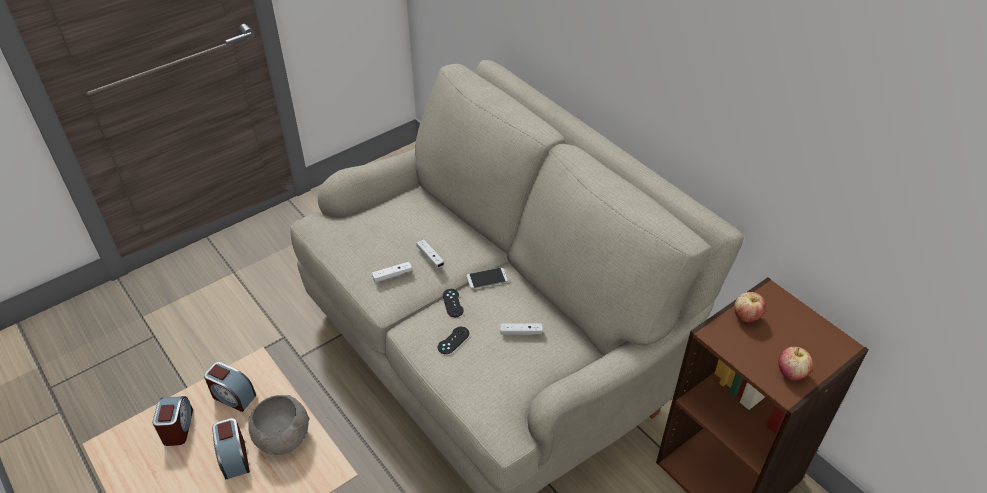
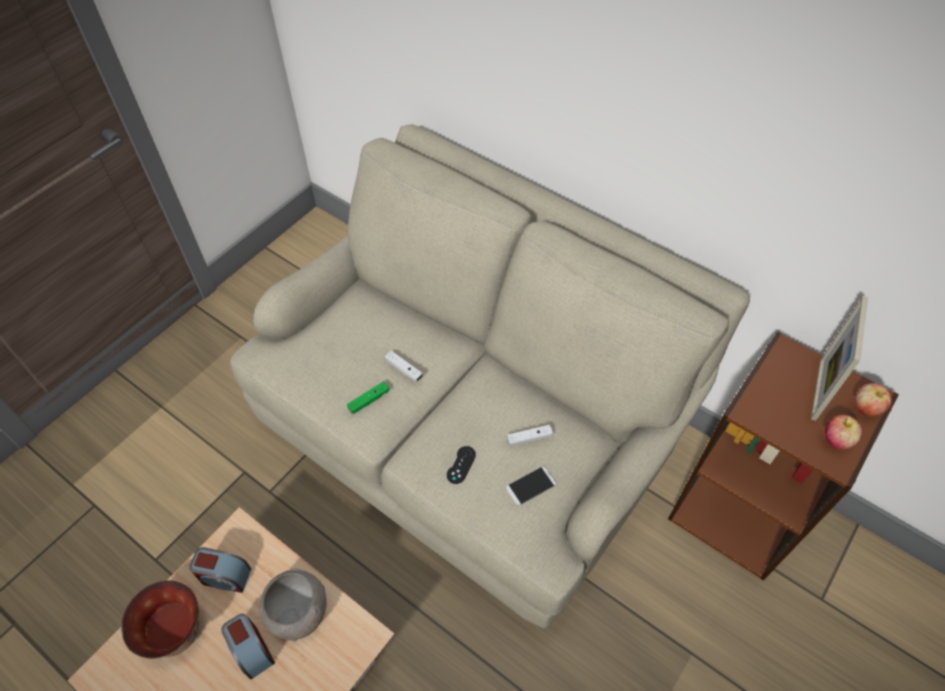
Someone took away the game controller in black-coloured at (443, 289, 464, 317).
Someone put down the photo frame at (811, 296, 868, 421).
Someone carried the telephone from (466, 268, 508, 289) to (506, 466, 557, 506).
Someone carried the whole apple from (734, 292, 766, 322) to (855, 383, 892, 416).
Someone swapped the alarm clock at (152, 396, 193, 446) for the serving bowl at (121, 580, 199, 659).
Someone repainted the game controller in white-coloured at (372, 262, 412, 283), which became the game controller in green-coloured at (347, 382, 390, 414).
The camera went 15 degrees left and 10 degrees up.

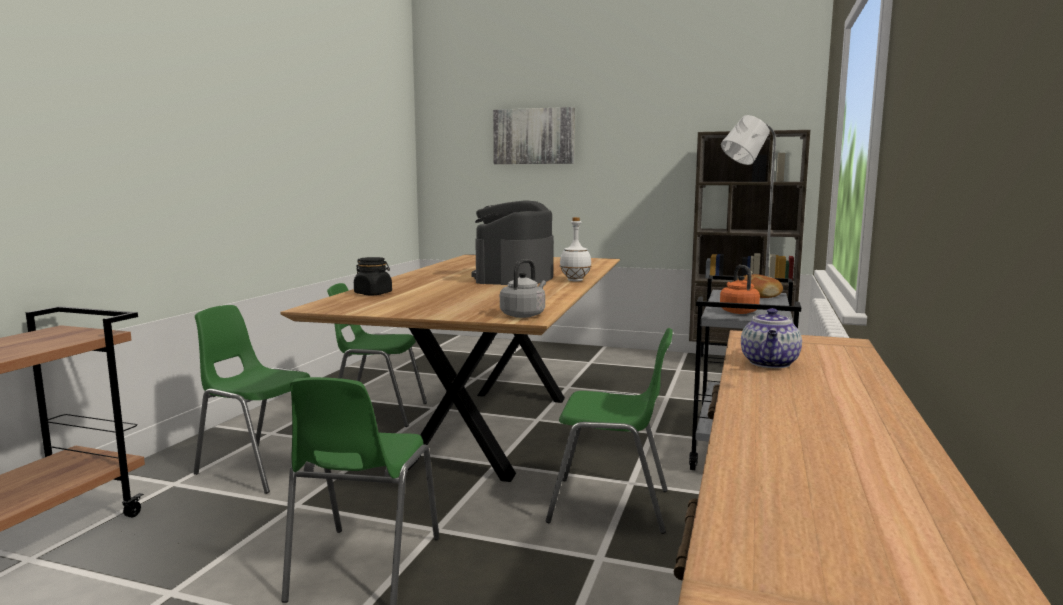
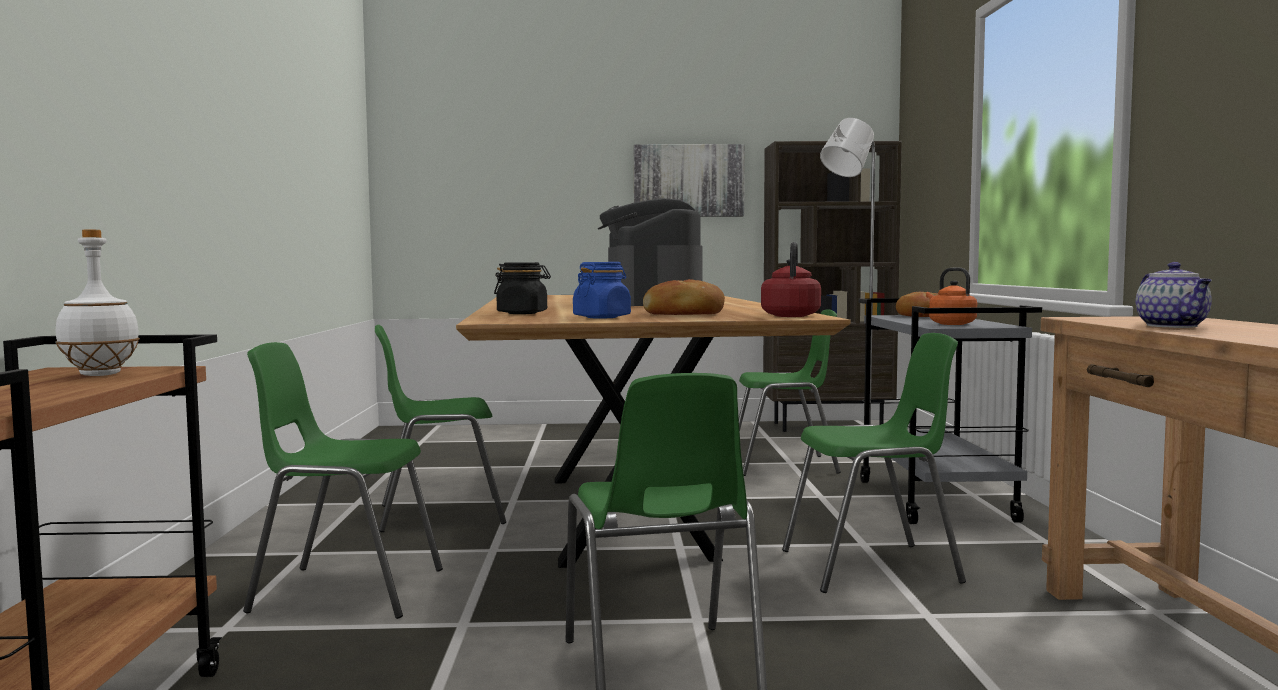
Someone put down the jar in blue at (573, 262, 631, 318).
Someone put down the bakery bread at (643, 279, 725, 315).
Someone put down the upright chair in green-coloured at (739, 309, 841, 476).
Someone carried the picture from (493, 107, 575, 164) to (634, 144, 745, 217).
Someone carried the drink bottle in white-coloured from (560, 217, 591, 282) to (55, 229, 140, 376).
Someone repainted the tea kettle in gray at (500, 259, 546, 318), which became the tea kettle in red-coloured at (761, 242, 821, 317).
The camera went 20 degrees left and 5 degrees down.

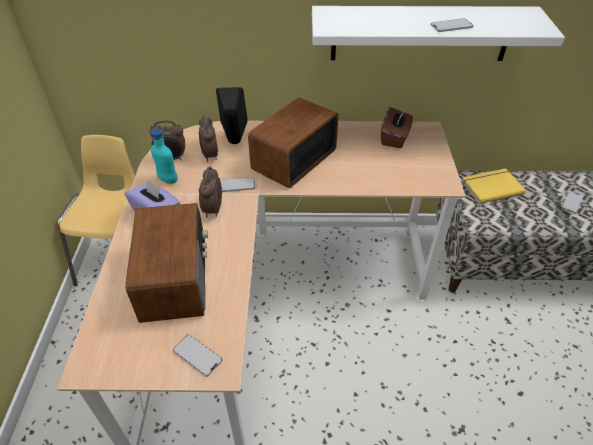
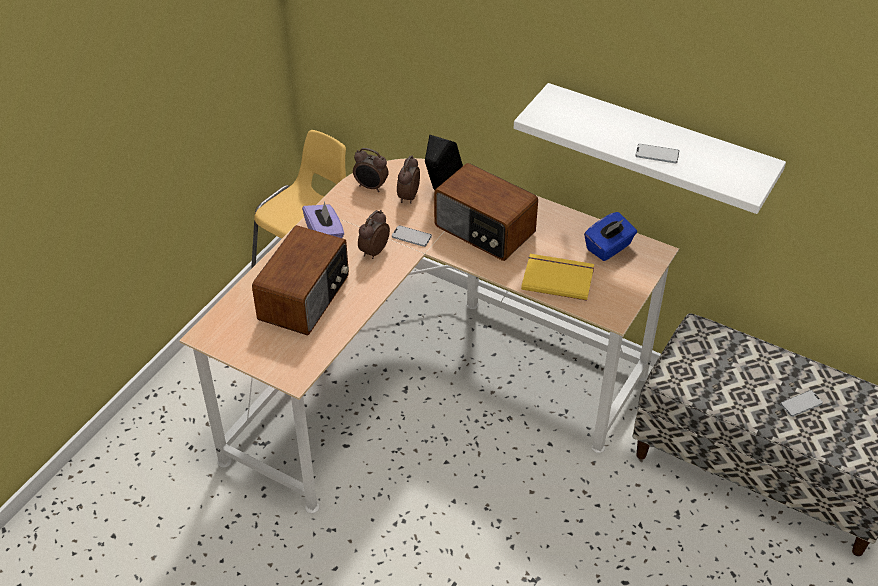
Someone took away the drink bottle in turquoise at (151, 129, 178, 184).
Someone took away the telephone at (173, 334, 222, 377).
Someone carried the book in yellow-coloured from (461, 168, 526, 204) to (521, 254, 594, 301).
Someone repainted the tissue box in brown-coloured at (381, 107, 413, 148), which became the tissue box in blue at (584, 212, 637, 261).
Someone rotated the radio at (248, 98, 339, 188) by 120 degrees counterclockwise.
The camera went 30 degrees right and 0 degrees up.

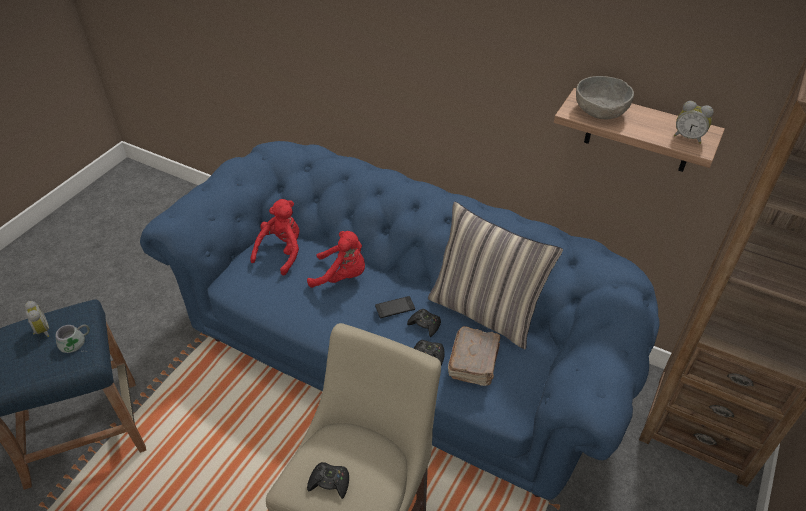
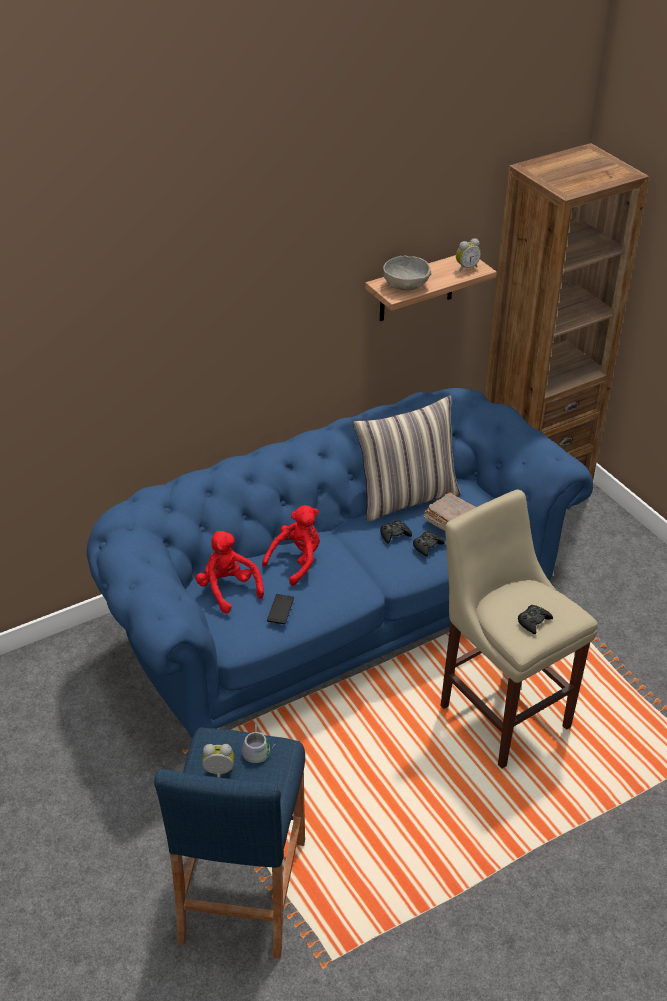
Someone carried the telephone from (375, 296, 415, 318) to (267, 594, 294, 624).
The camera went 60 degrees left and 5 degrees down.

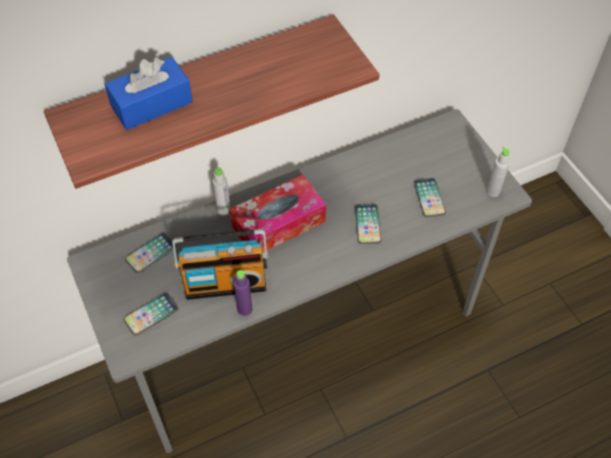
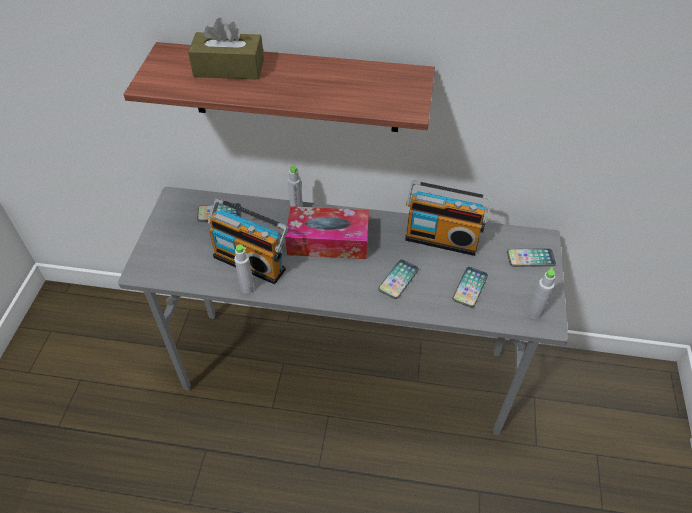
Someone put down the radio at (405, 181, 493, 256).
Someone carried the telephone from (124, 293, 178, 335) to (507, 248, 556, 267).
Someone repainted the tissue box in blue at (105, 57, 193, 130), which became the tissue box in brown-coloured at (188, 18, 264, 80).
Someone repainted the drink bottle in purplish at (234, 270, 252, 316), which became the drink bottle in gray at (234, 244, 254, 294).
The camera went 35 degrees right and 5 degrees down.

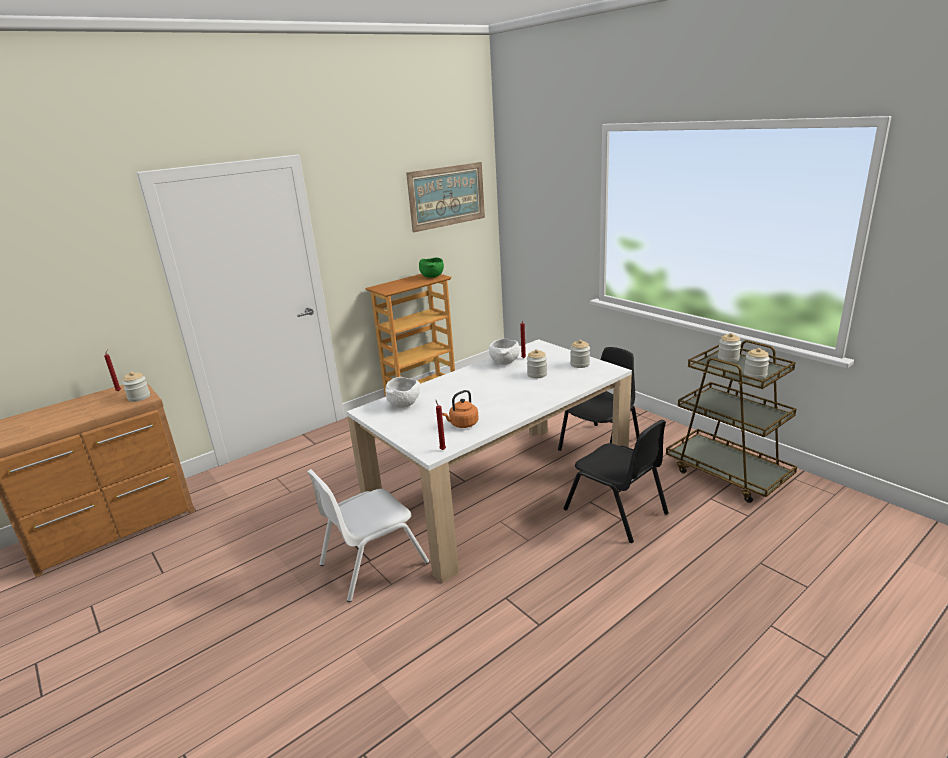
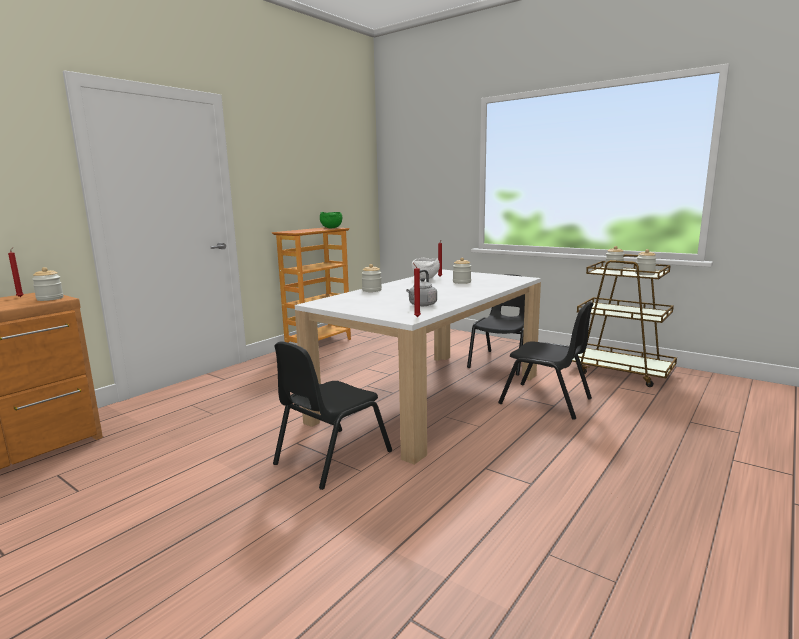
Someone took away the serving bowl in white-coloured at (385, 377, 420, 408).
Someone took away the picture at (406, 162, 485, 232).
Someone carried the jar from (570, 340, 590, 368) to (361, 264, 382, 292).
Someone repainted the upright chair in white-coloured at (307, 469, 429, 602), which became the upright chair in black-coloured at (273, 341, 392, 490).
Someone repainted the tea kettle in orangey at (442, 390, 479, 428), which became the tea kettle in gray at (406, 270, 437, 306).
The camera went 15 degrees left and 10 degrees down.

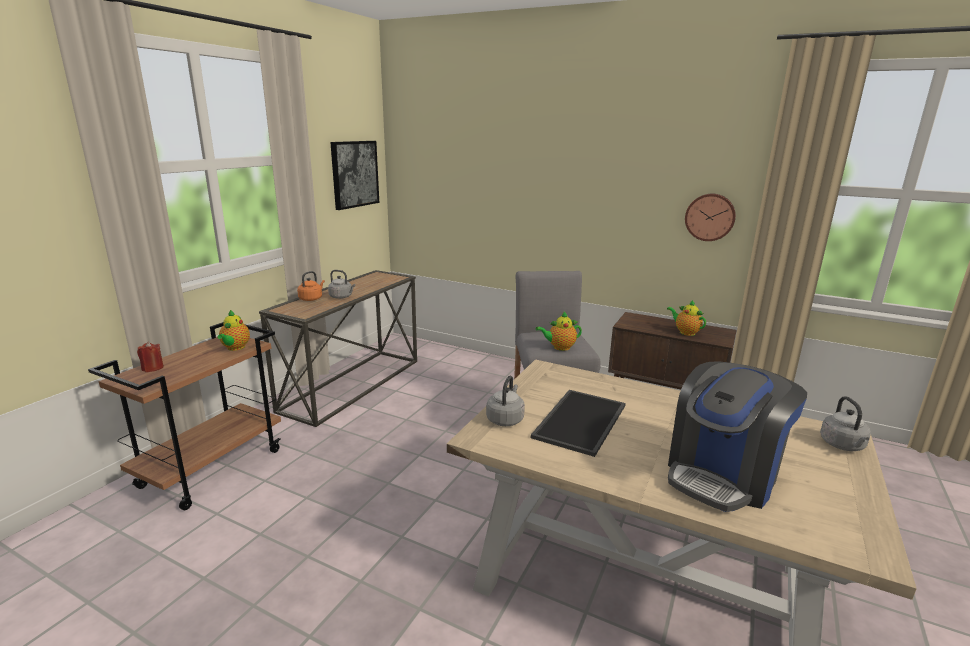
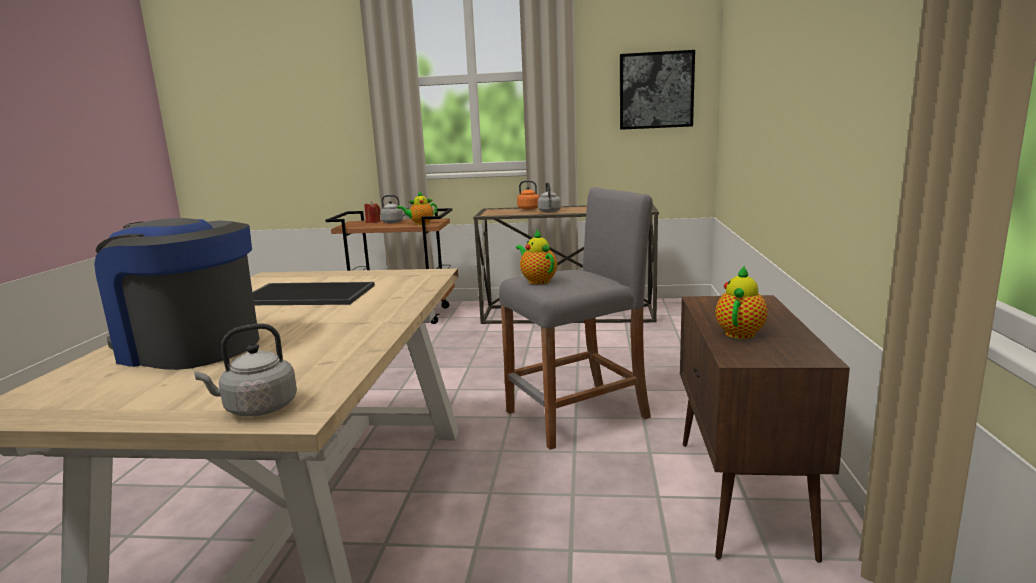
Someone took away the wall clock at (685, 194, 736, 241).
Someone carried the tea kettle in gray from (486, 376, 525, 426) to (380, 195, 409, 223).
The camera went 70 degrees right and 5 degrees down.

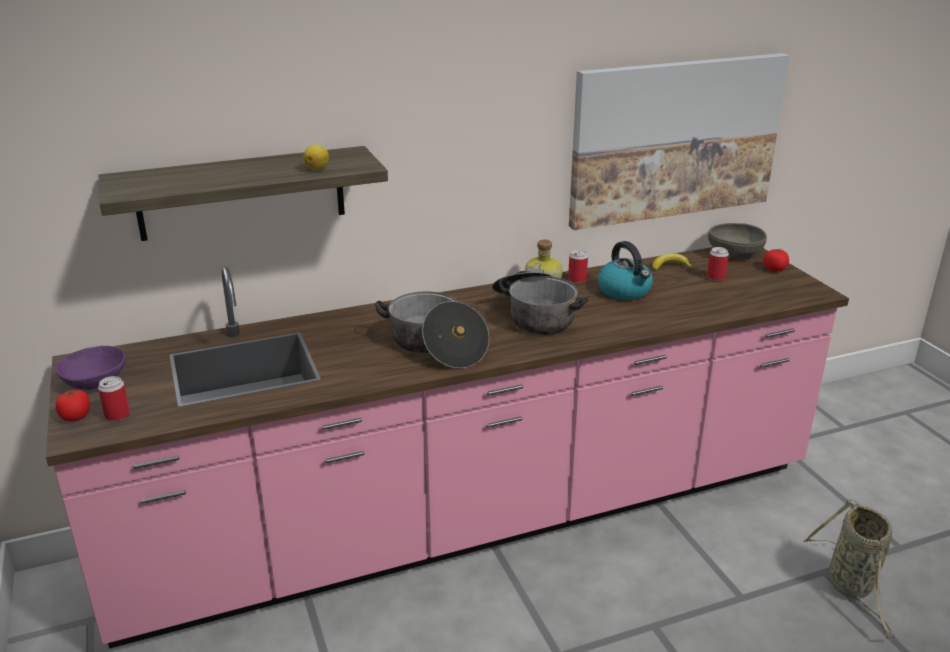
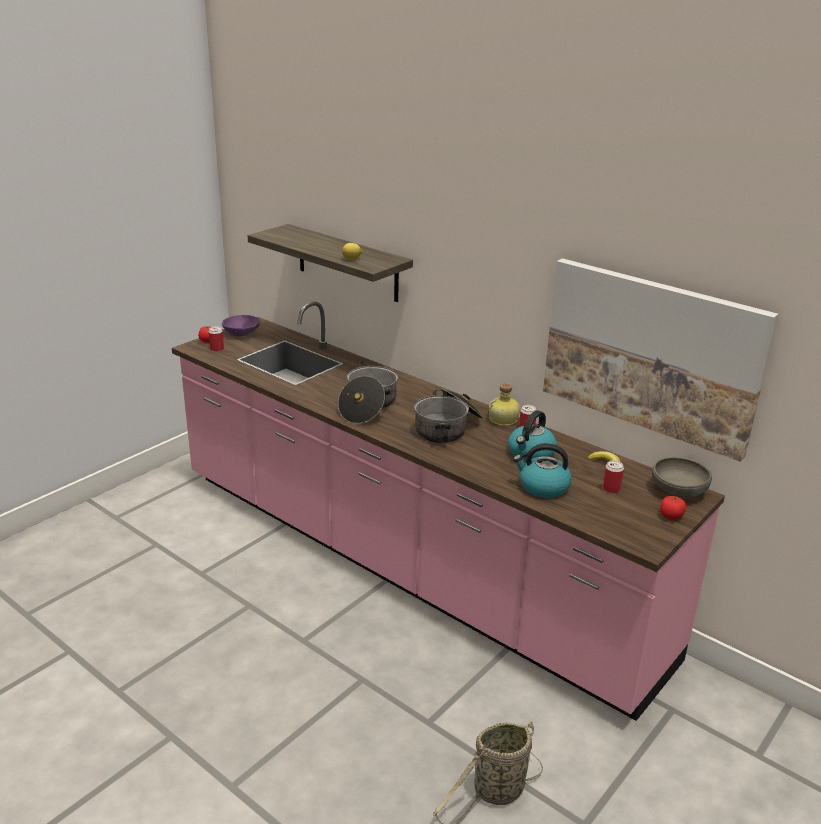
Someone put down the tea kettle at (513, 443, 572, 498).
The camera went 60 degrees right and 0 degrees up.

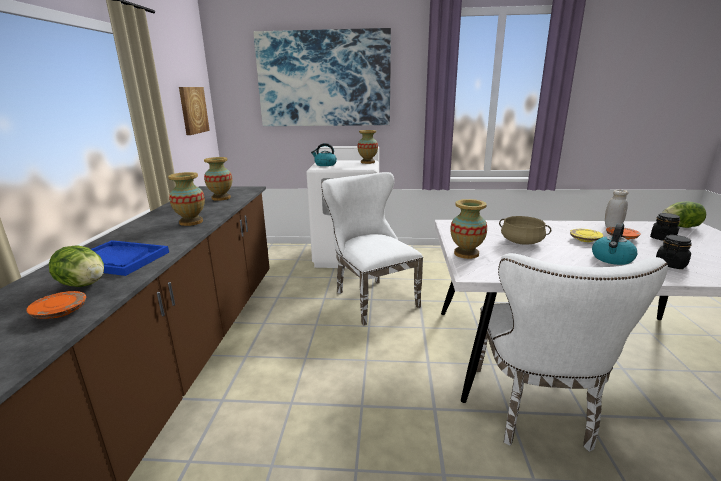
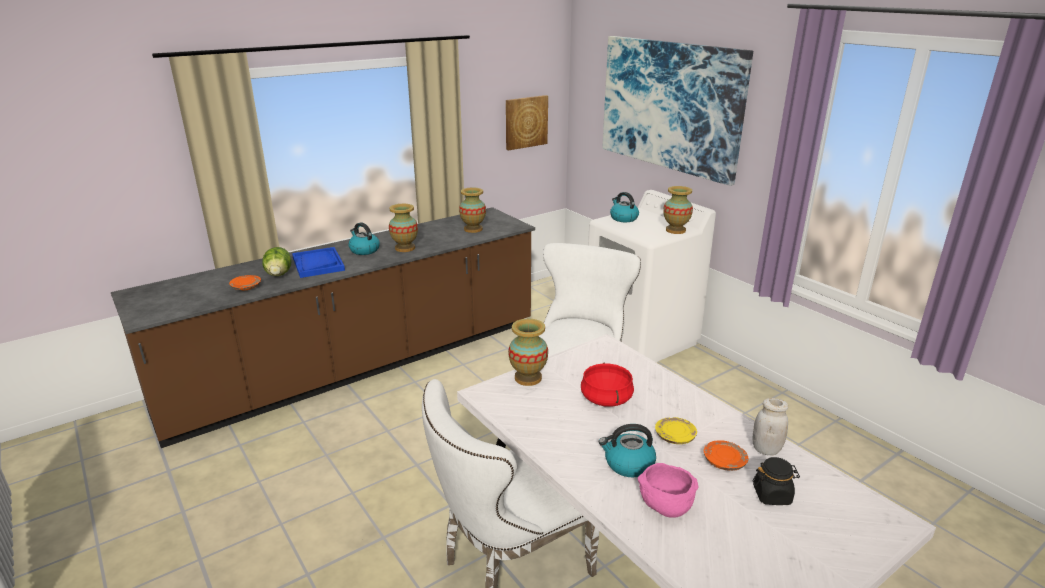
Someone took away the lettuce head at (662, 202, 706, 228).
Someone put down the tea kettle at (348, 222, 380, 255).
Someone swapped the jar in black-coloured at (656, 235, 691, 269) for the serving bowl in pink-coloured at (638, 463, 698, 518).
Someone repainted the cooking pot in sand-coloured at (499, 216, 551, 245), which became the cooking pot in red-coloured at (581, 363, 634, 407).
The camera went 50 degrees right and 5 degrees up.

